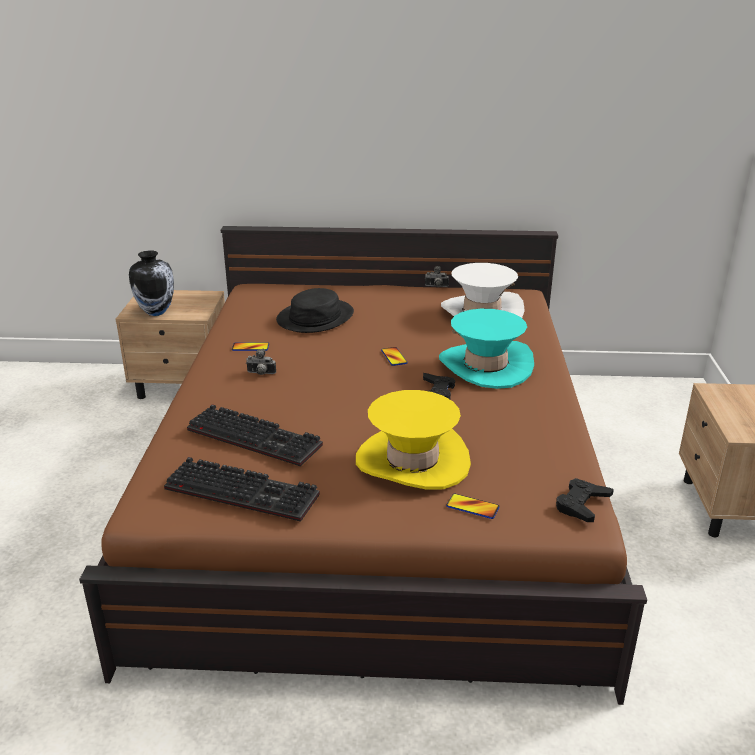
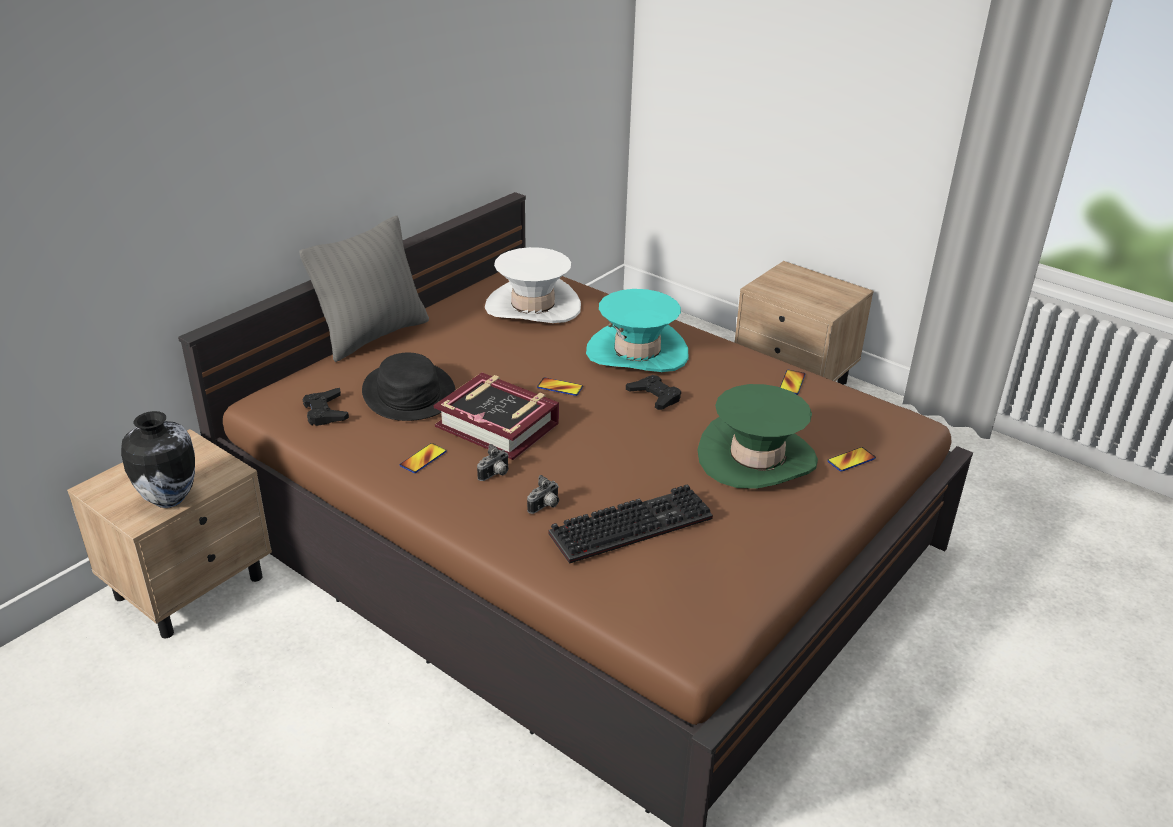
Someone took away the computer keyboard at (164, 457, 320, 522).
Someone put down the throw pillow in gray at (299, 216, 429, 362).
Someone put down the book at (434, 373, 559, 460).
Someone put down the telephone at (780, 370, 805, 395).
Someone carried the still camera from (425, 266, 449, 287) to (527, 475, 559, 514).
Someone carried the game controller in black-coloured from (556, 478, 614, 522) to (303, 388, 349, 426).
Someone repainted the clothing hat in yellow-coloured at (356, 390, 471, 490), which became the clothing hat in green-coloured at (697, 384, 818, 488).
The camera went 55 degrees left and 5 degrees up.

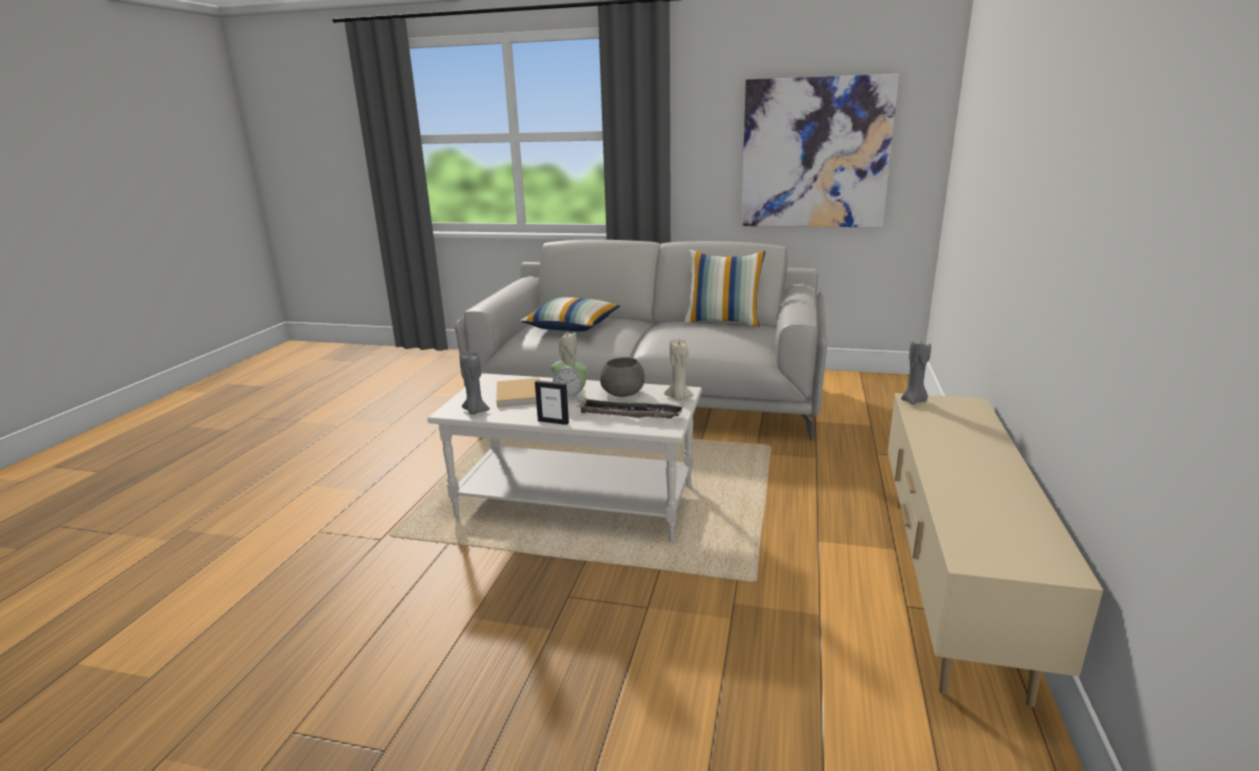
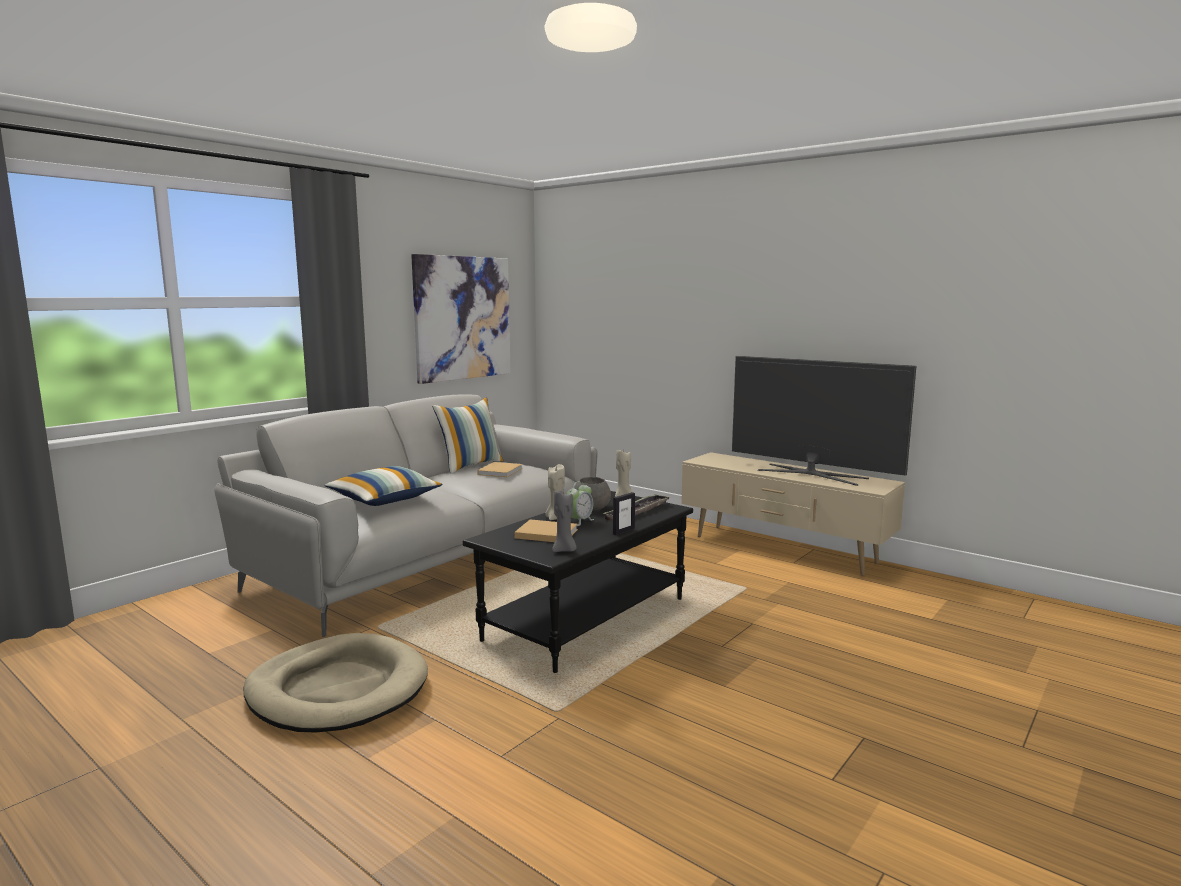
Someone took away the candle in gray at (901, 340, 931, 405).
Someone put down the dog bed in sand-coloured at (244, 633, 428, 733).
Someone put down the book in sand-coloured at (477, 462, 523, 477).
Someone put down the TV at (732, 356, 916, 486).
Someone repainted the coffee table in white-coloured at (427, 373, 702, 541), which became the coffee table in black-coloured at (463, 491, 693, 673).
The camera went 65 degrees left and 10 degrees down.

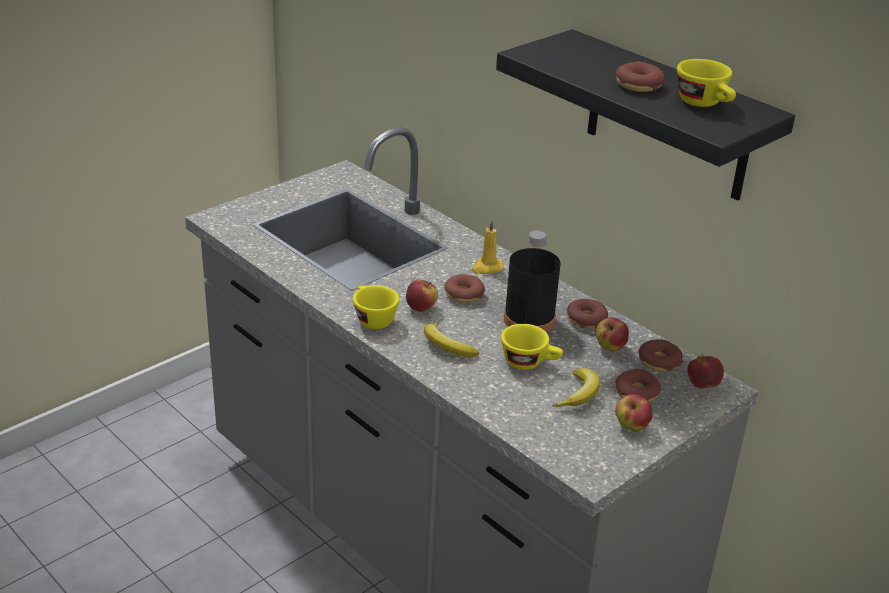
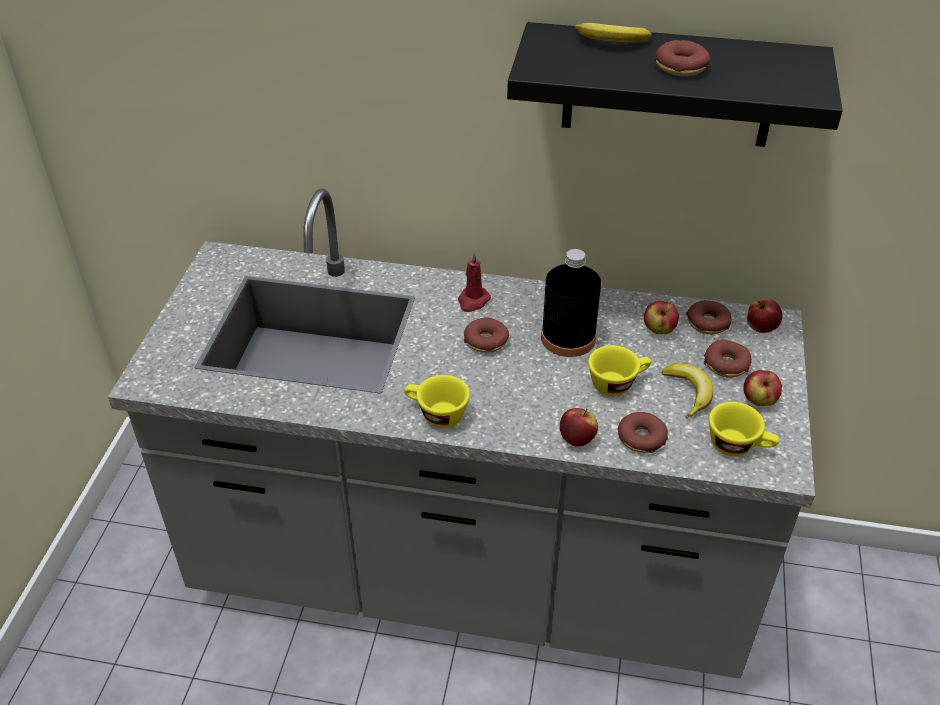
Someone carried the whole apple from (406, 279, 438, 312) to (560, 408, 598, 447).
Someone carried the banana from (424, 322, 479, 357) to (574, 23, 652, 43).
Someone carried the doughnut from (567, 299, 608, 328) to (618, 412, 668, 453).
Someone carried the small cup in yellow-coloured from (677, 59, 736, 107) to (709, 402, 780, 456).
Someone repainted the candle in yellow-coloured at (471, 220, 504, 274), which became the candle in red-coloured at (458, 253, 491, 312).
The camera went 35 degrees left and 10 degrees up.

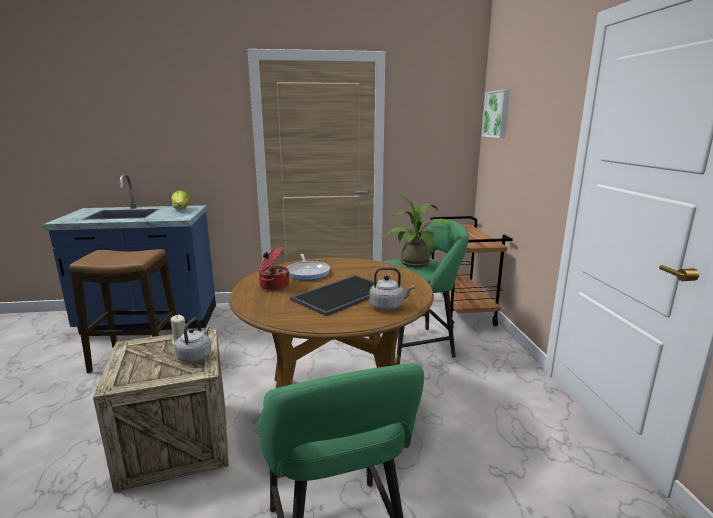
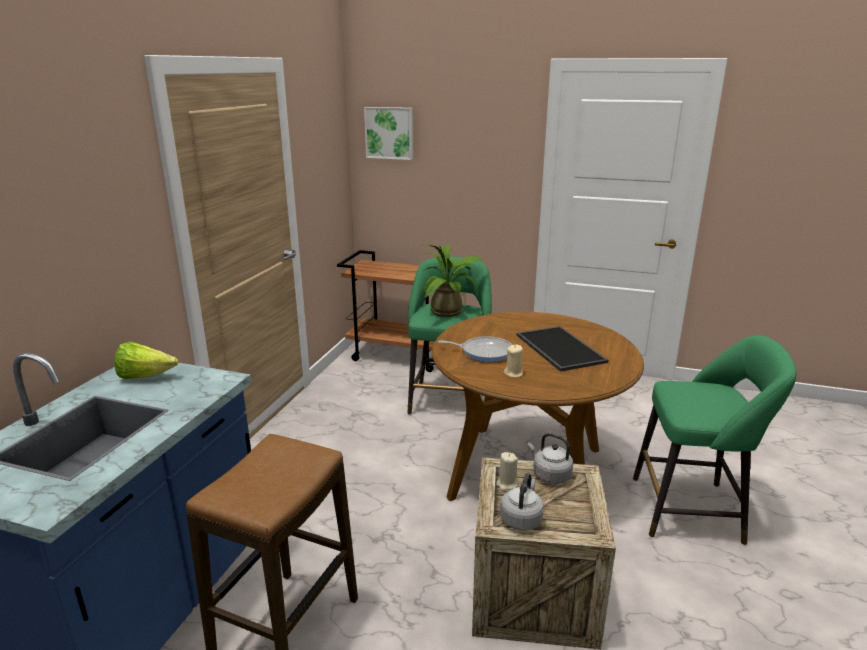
Someone carried the tea kettle in gray from (369, 267, 415, 310) to (500, 473, 544, 531).
Someone swapped the cooking pot at (259, 247, 290, 291) for the candle in sand-coloured at (504, 344, 523, 378).
The camera went 65 degrees left and 5 degrees up.

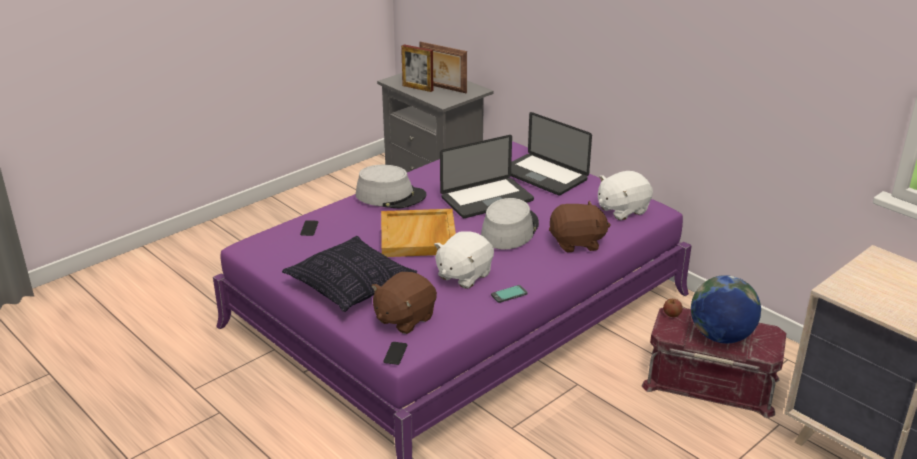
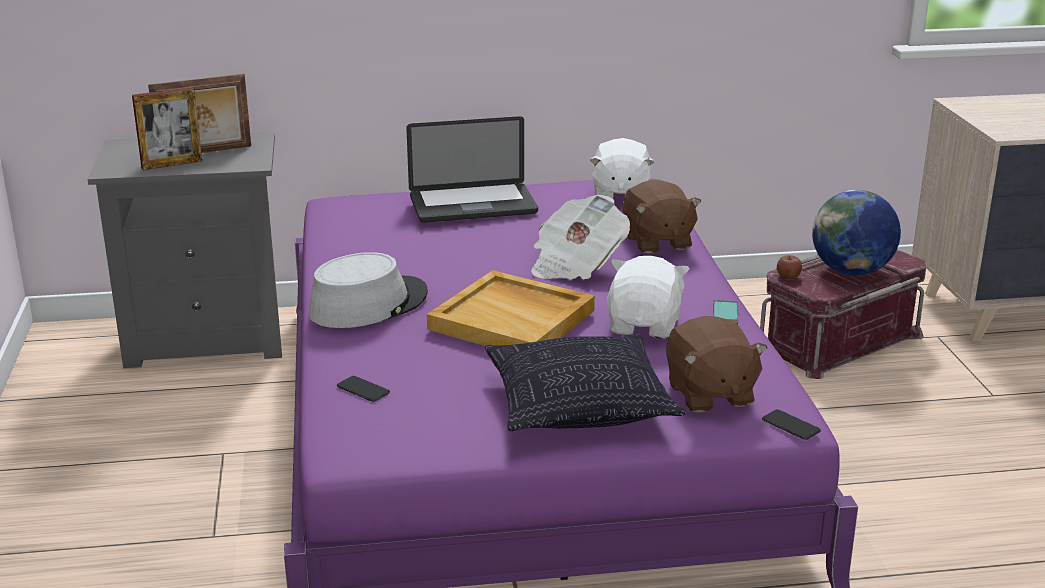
Someone took away the portable computer at (440, 135, 534, 218).
Someone swapped the clothing hat in gray at (481, 198, 539, 249) for the newspaper at (531, 195, 630, 280).
Someone rotated the plush toy in white-coloured at (434, 231, 494, 289) by 150 degrees counterclockwise.
Someone rotated the plush toy in brown-coloured at (549, 201, 611, 252) by 135 degrees clockwise.
The camera went 55 degrees left and 5 degrees down.

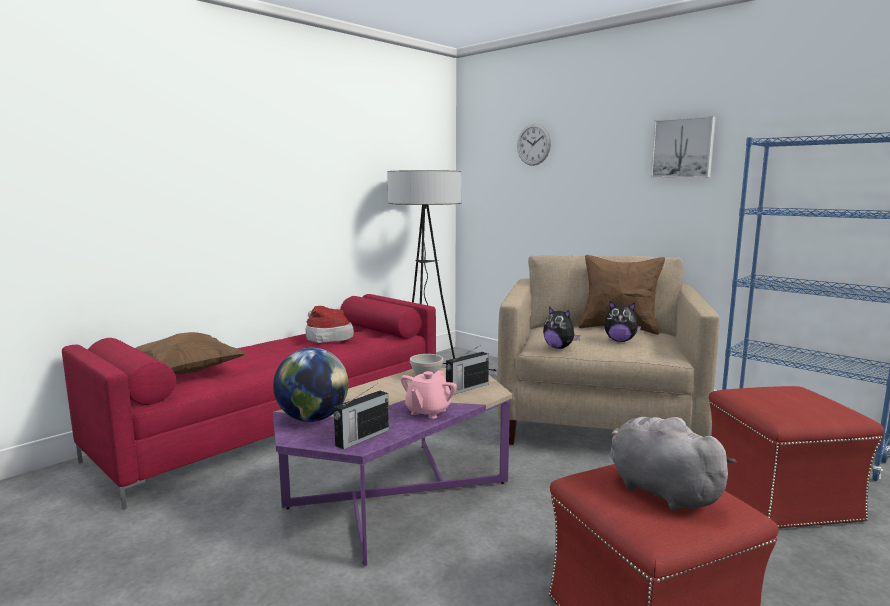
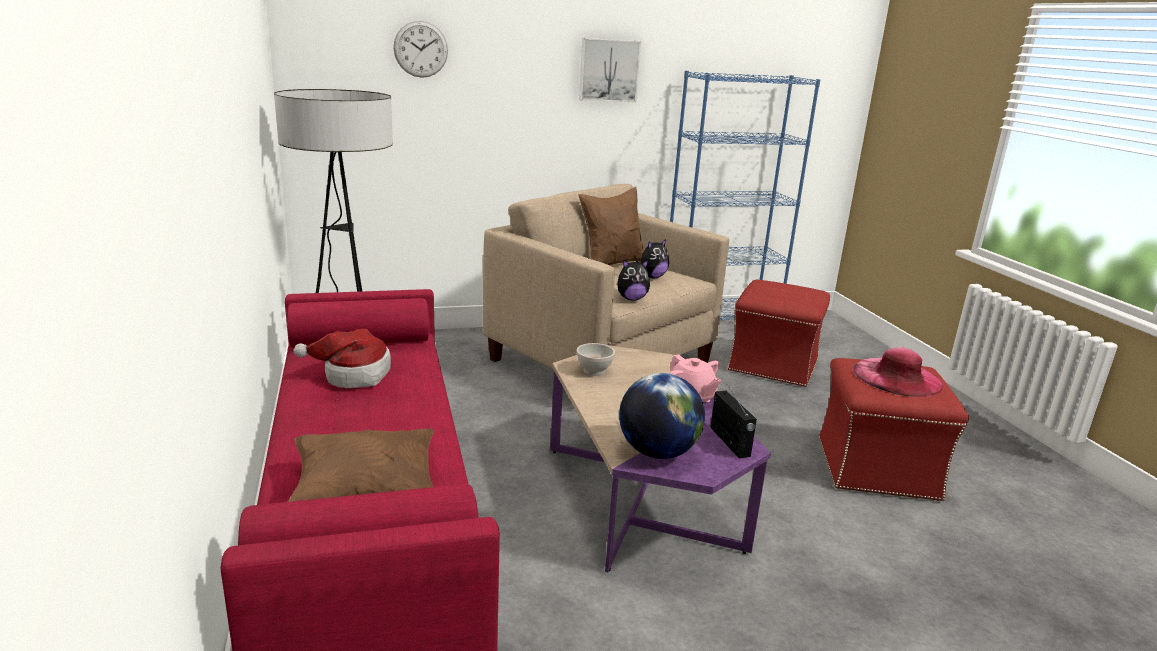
Someone took away the radio at (446, 345, 489, 395).
Someone swapped the plush toy in gray at (610, 417, 737, 511) for the clothing hat in pink-coloured at (854, 347, 943, 397).
The camera went 60 degrees left and 10 degrees up.

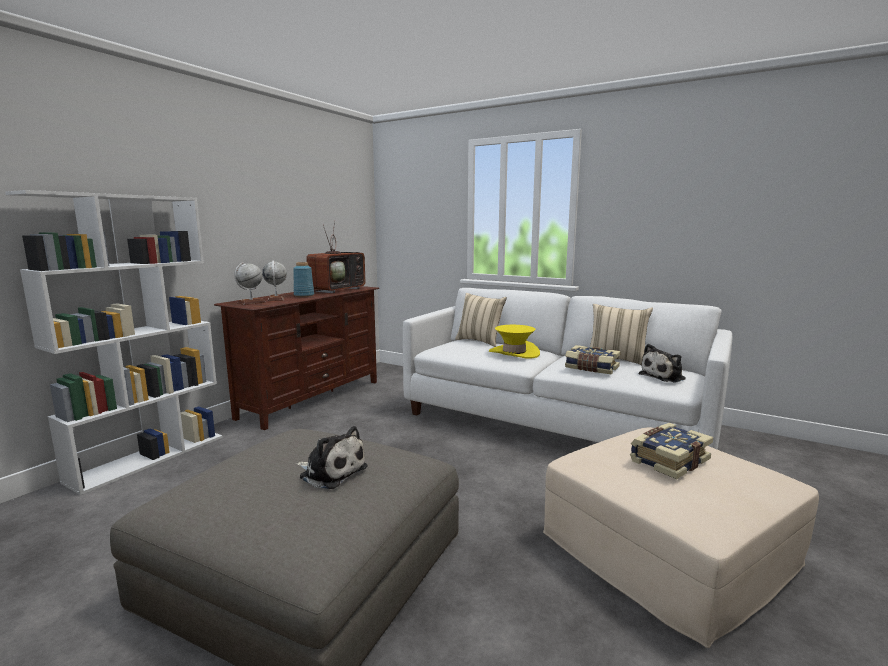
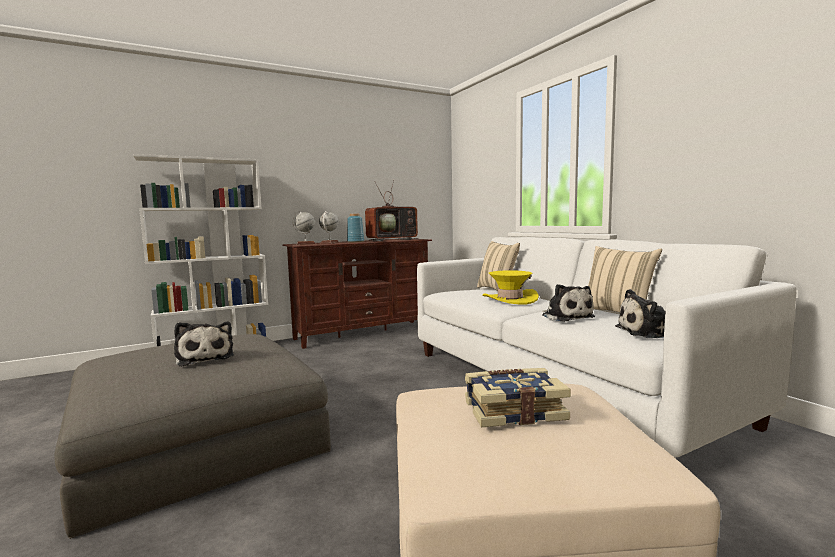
Someone swapped the book at (565, 345, 621, 374) for the plush toy at (542, 284, 595, 322).
The camera went 30 degrees right and 5 degrees down.

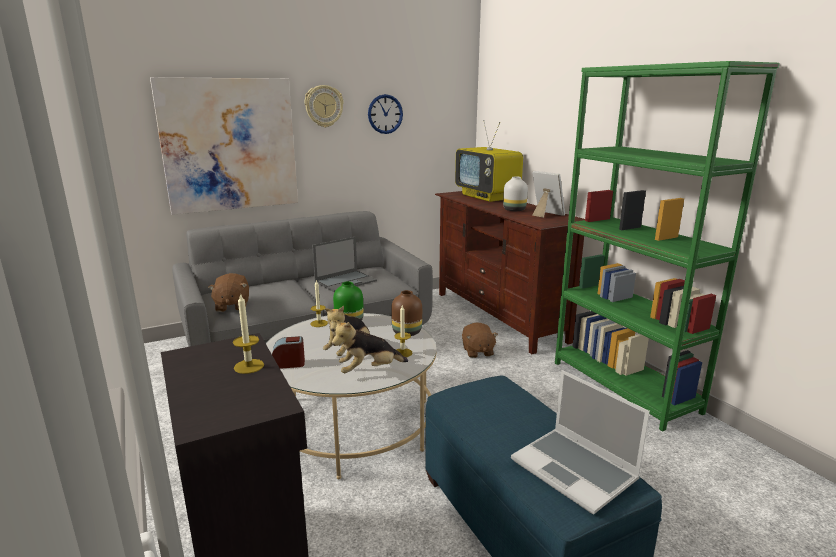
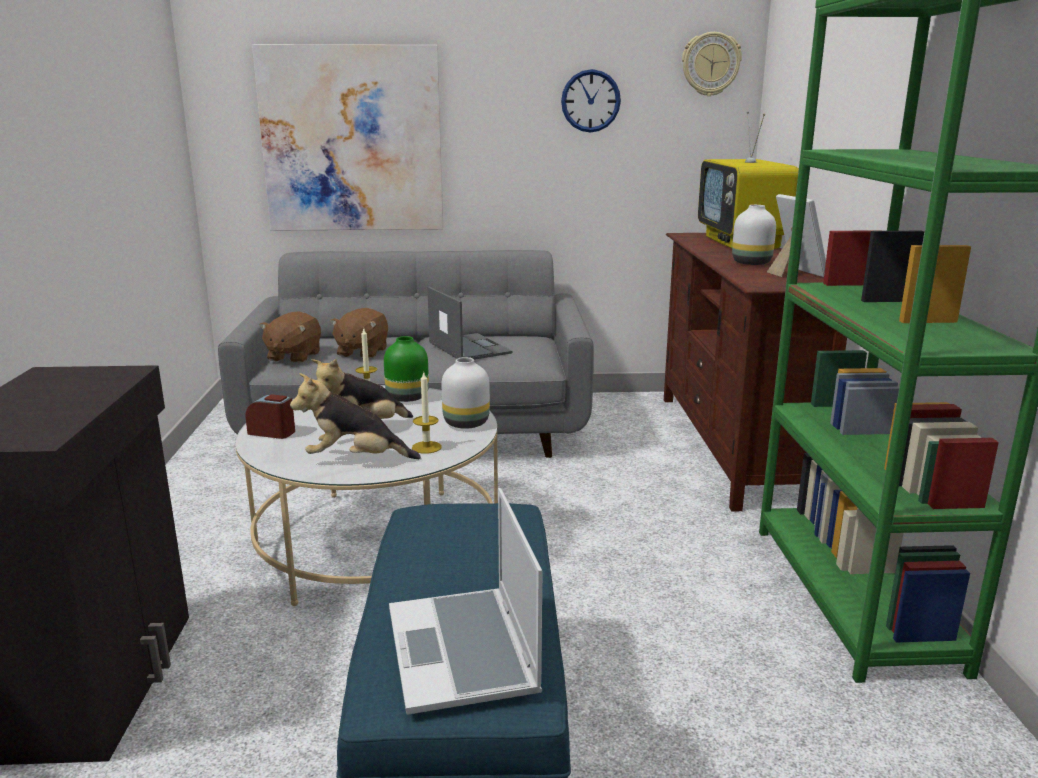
Someone took away the candle at (233, 293, 264, 374).
Someone carried the wall clock from (305, 85, 344, 127) to (682, 32, 742, 96).
Someone carried the plush toy in brown-coloured from (462, 322, 498, 358) to (330, 308, 388, 359).
Someone repainted the flower vase in brown-coloured at (391, 290, 422, 336), which became the flower vase in white-coloured at (442, 357, 490, 429).
Someone rotated the portable computer at (312, 237, 377, 292) by 105 degrees counterclockwise.
The camera went 25 degrees right and 0 degrees up.

